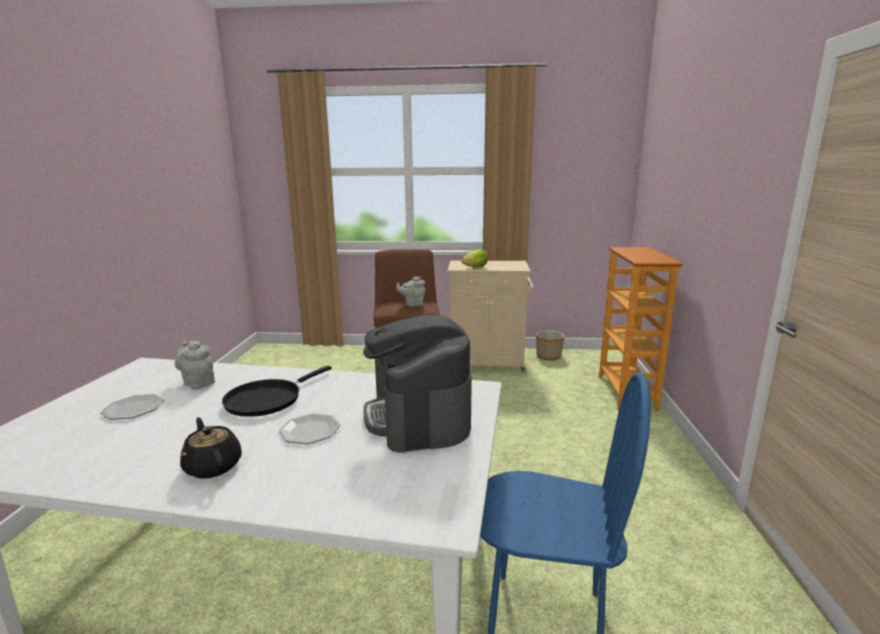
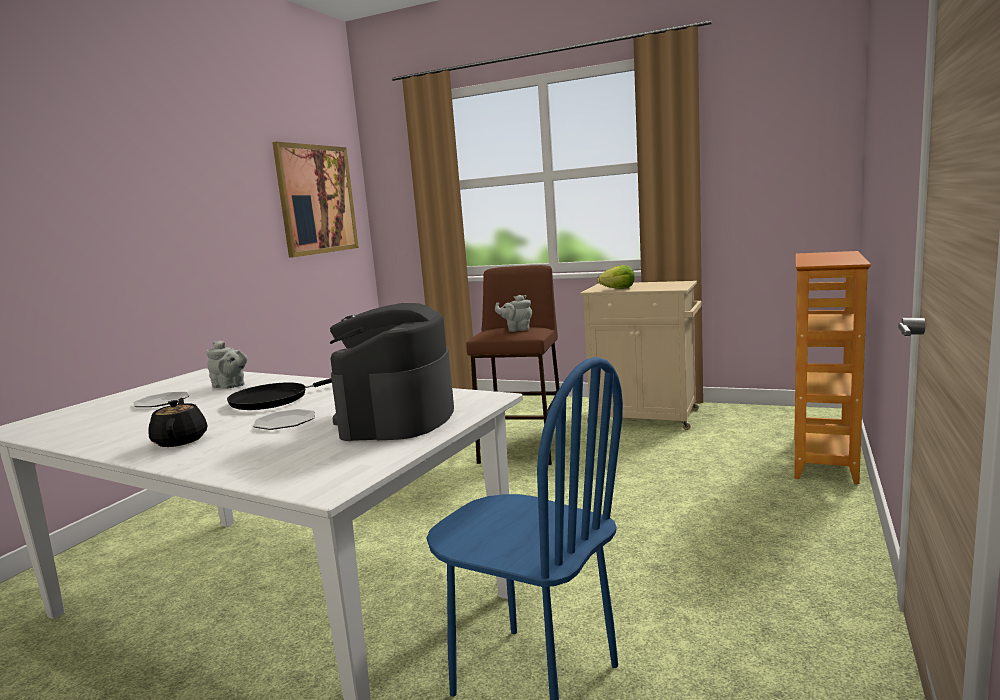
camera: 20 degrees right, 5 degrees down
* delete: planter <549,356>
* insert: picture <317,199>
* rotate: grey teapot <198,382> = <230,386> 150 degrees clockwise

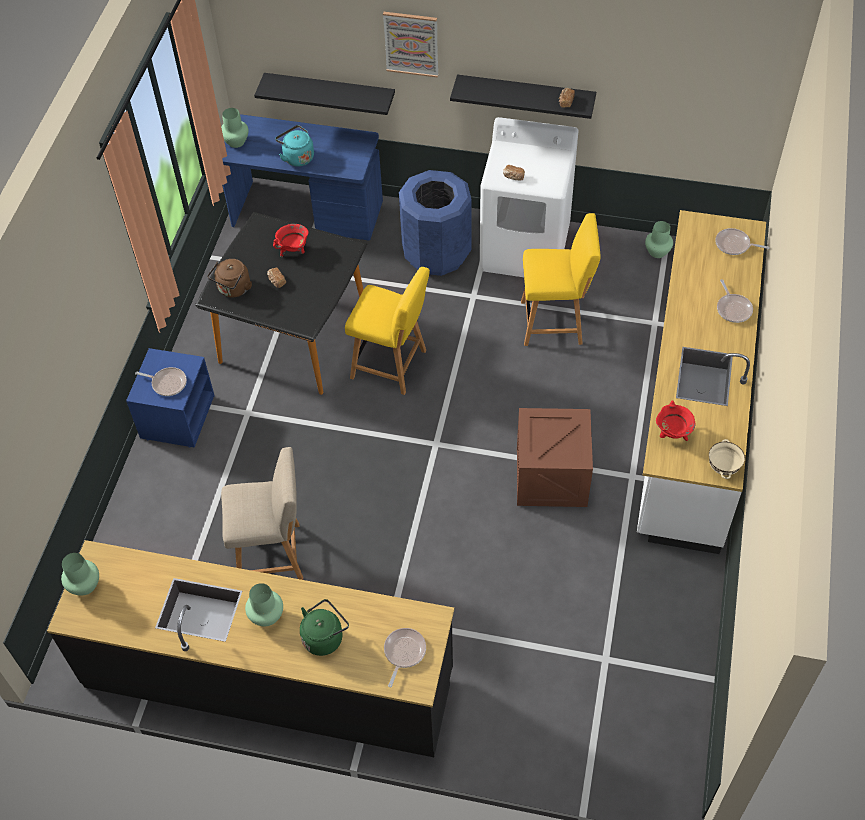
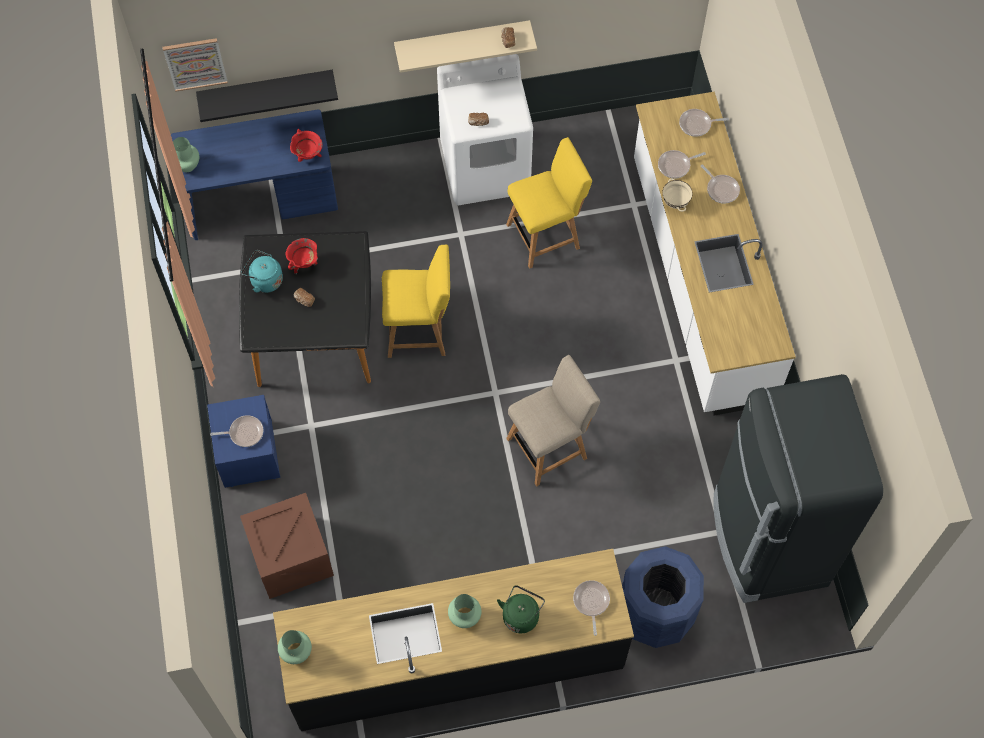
camera: 25 degrees left, 10 degrees up
* delete: brown kettle <233,289>
* delete: green vase <657,252>
* insert: frying pan <676,165>
* insert: black fridge <768,540>
* move: beige chair <273,554> to <550,446>
* move: turquoise kettle <297,157> to <264,280>
* move: picture <411,43> to <195,63>
* move: blue trash can <436,253> to <655,613>
* move: crate <551,476> to <291,557>
* move: red cooking pot <672,434> to <308,155>
* move: beige bowl <722,468> to <675,202>
* recolor: black shelf <525,95> to beige shelf <462,40>

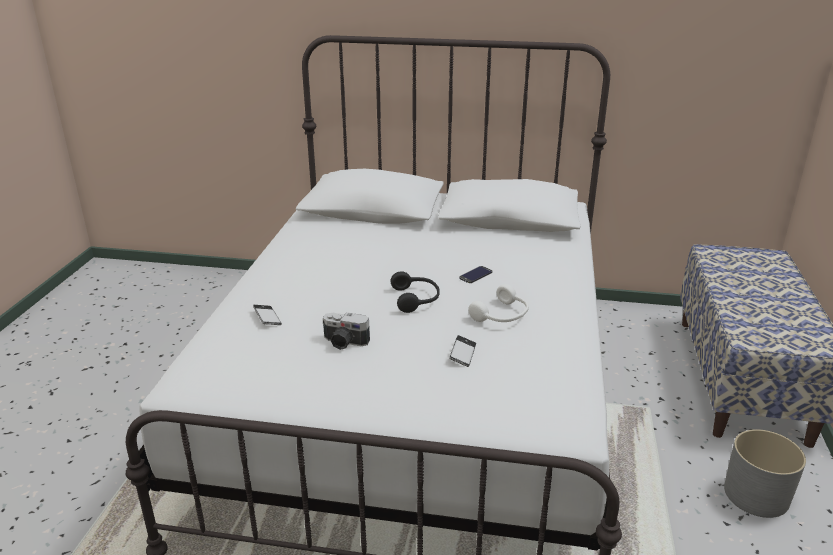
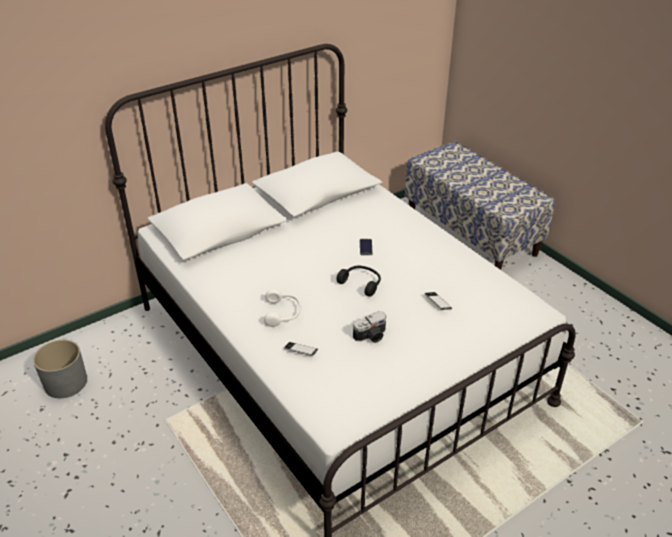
camera: 45 degrees left, 10 degrees up
* move: white headphones <502,316> to <283,313>
* move: grey planter <756,495> to <66,383>

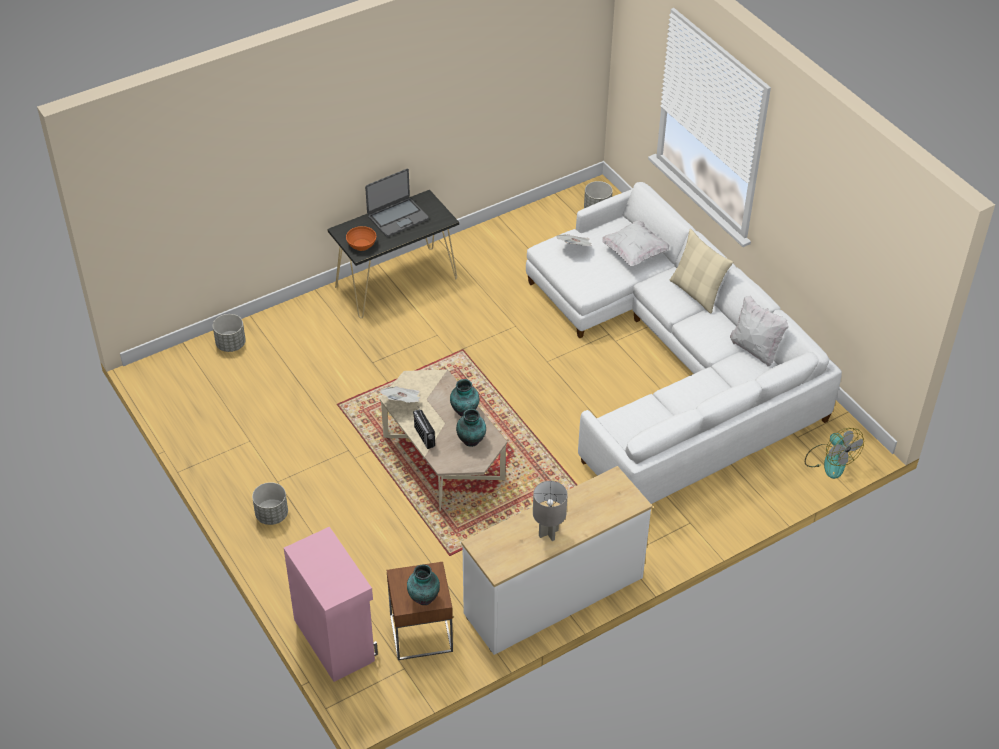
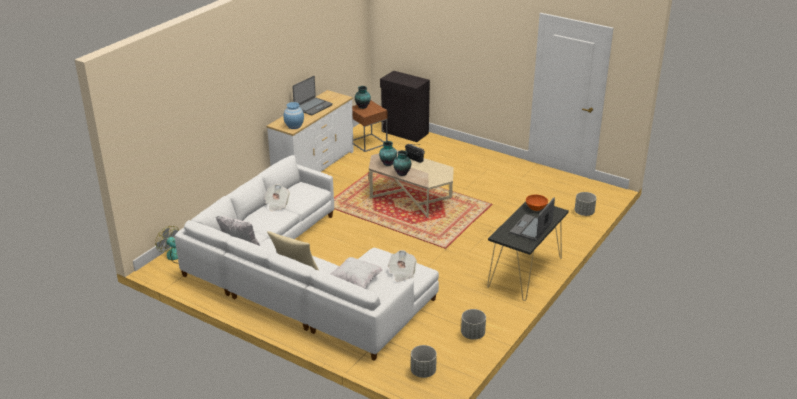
camera: 155 degrees right, 15 degrees down
* insert: blue vase <294,126>
* move: grey planter <272,515> to <472,334>
* move: newspaper <402,401> to <277,204>
* replace: grey table lamp <548,533> to laptop <313,107>
* recolor: pink cabinet <335,639> to black cabinet <405,133>

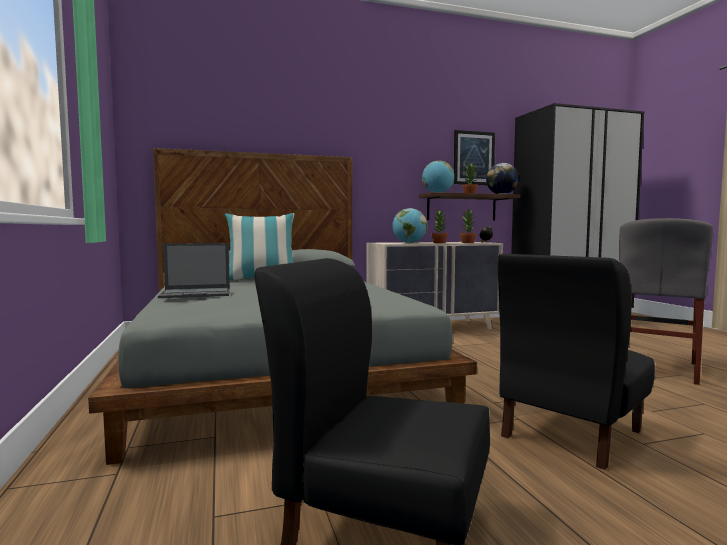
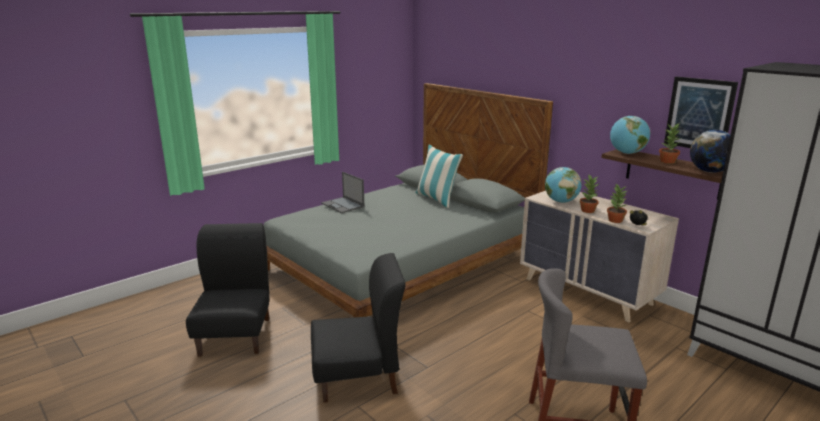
camera: 65 degrees right, 15 degrees up
* rotate: black chair <570,433> = <357,378> 150 degrees clockwise

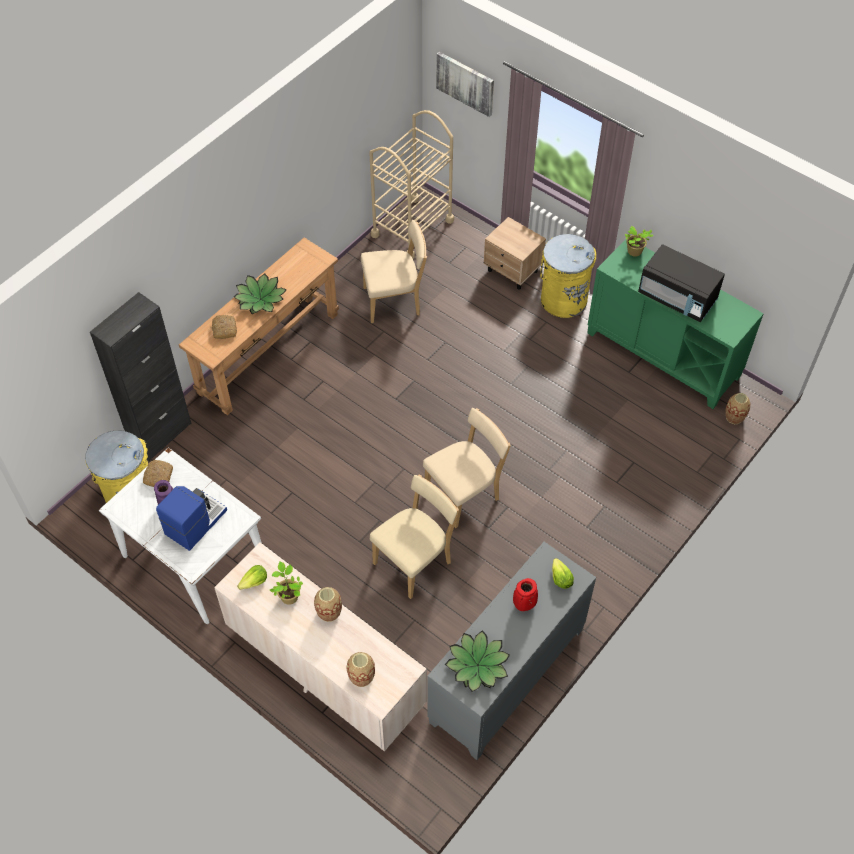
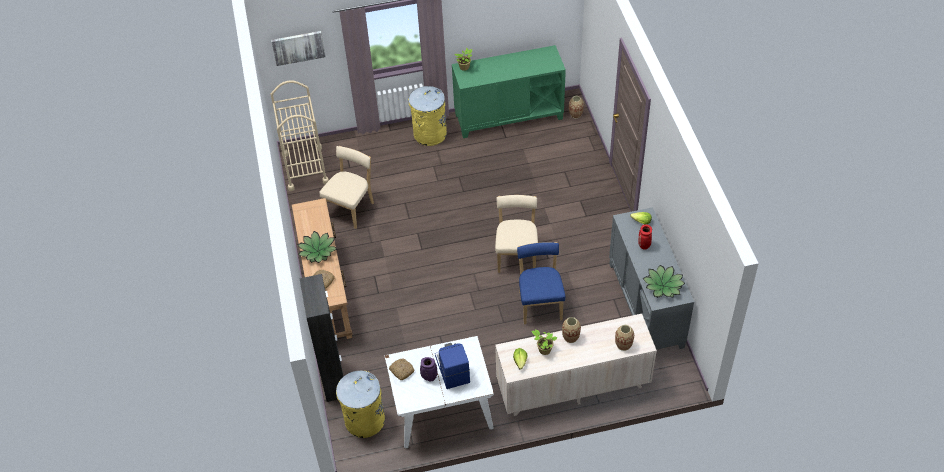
camera: 50 degrees left, 5 degrees down
* delete: beige nightstand <513,271>
* delete: black microwave <677,298>
* recolor: beige chair <415,561> to blue chair <540,304>

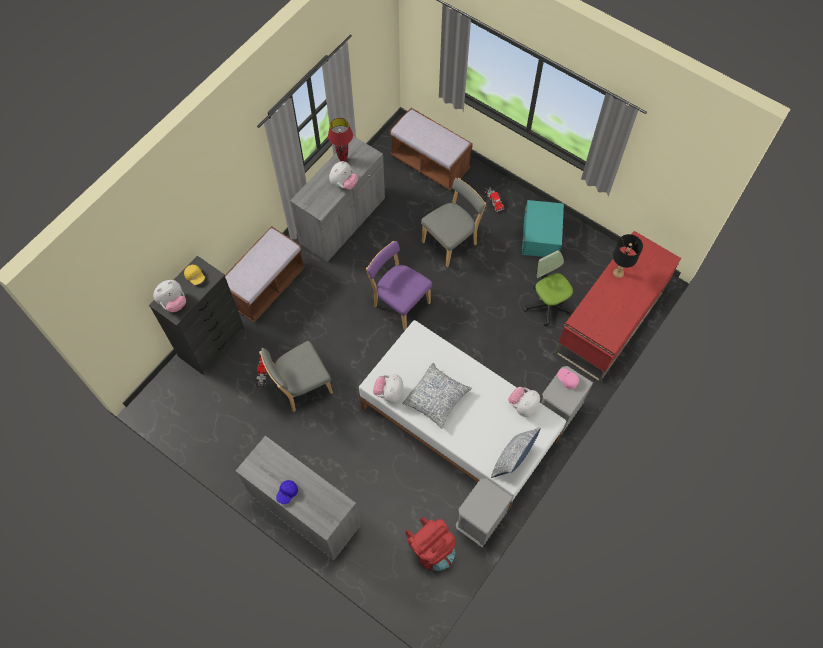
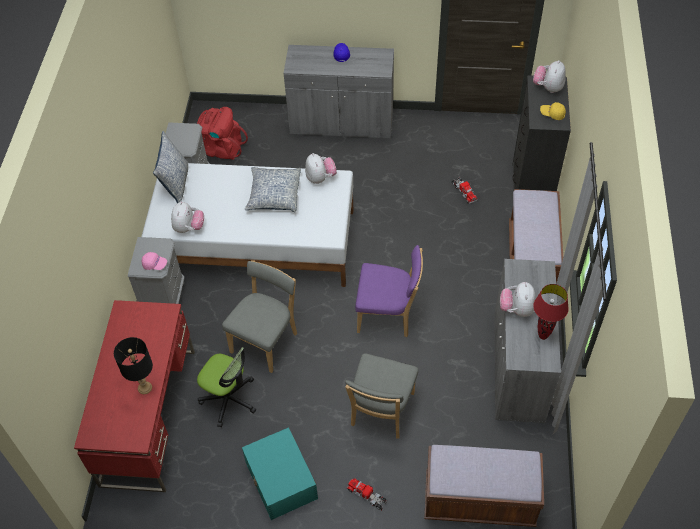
camera: 150 degrees right, 10 degrees down
* move: grey chair <301,387> to <266,341>

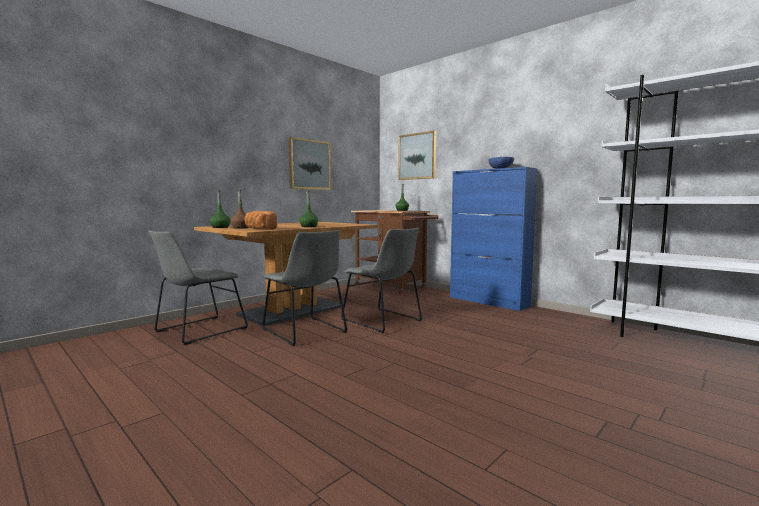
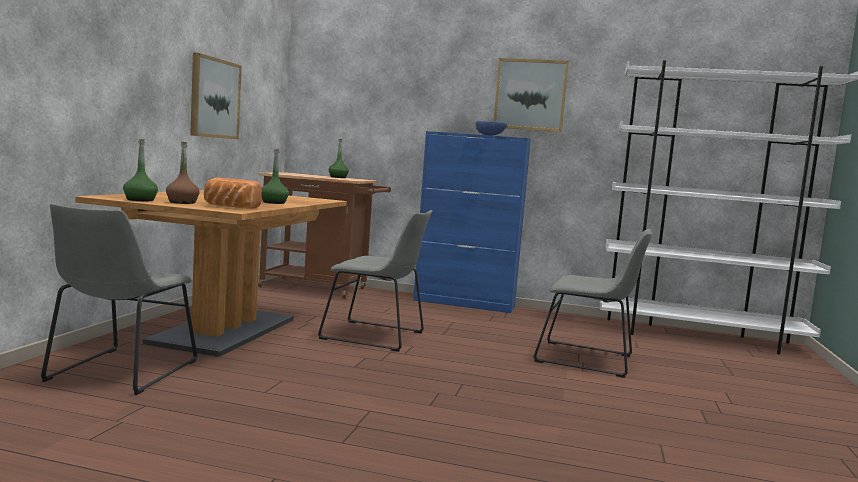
camera: 30 degrees left, 0 degrees up
* move: grey chair <305,332> to <589,359>
* move: picture <417,156> to <530,95>

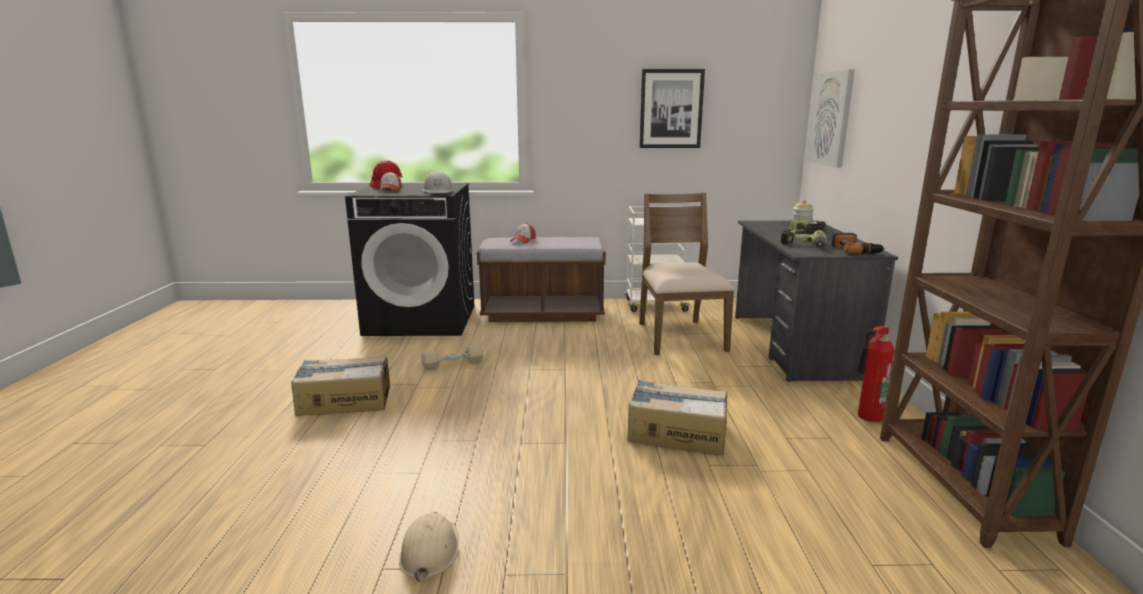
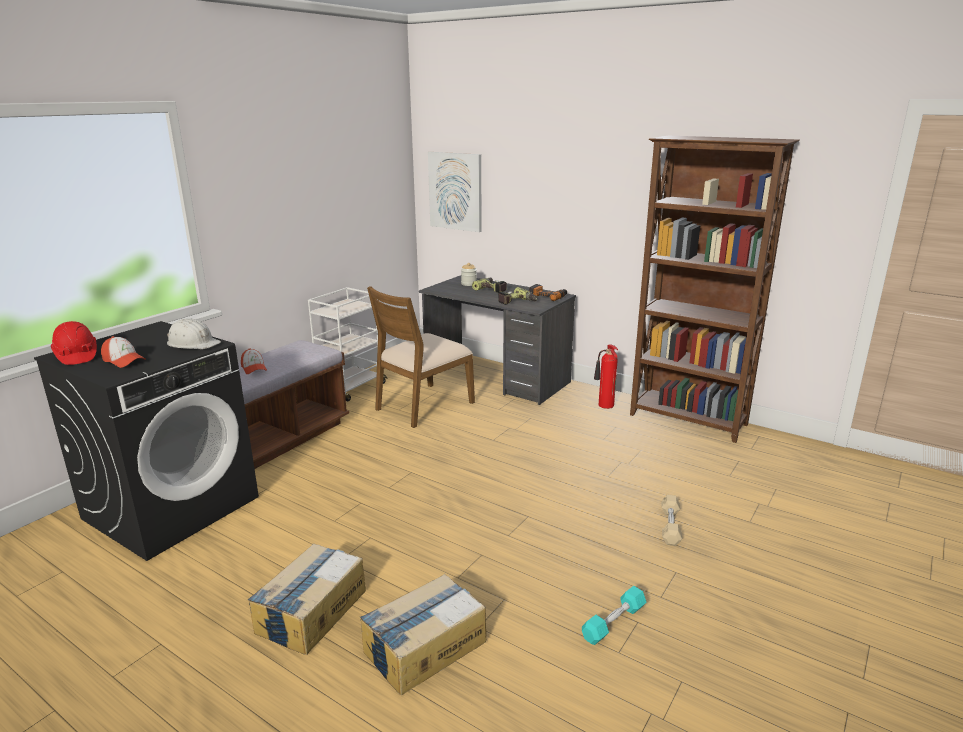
camera: 55 degrees left, 5 degrees up
* delete: picture <671,109>
* move: beige dumbbell <453,363> to <670,526>
* move: cardboard box <676,432> to <424,646>
* replace: beige hard hat <430,551> to turquoise dumbbell <613,622>
* rotate: brown chair <679,336> = <423,405> 75 degrees counterclockwise

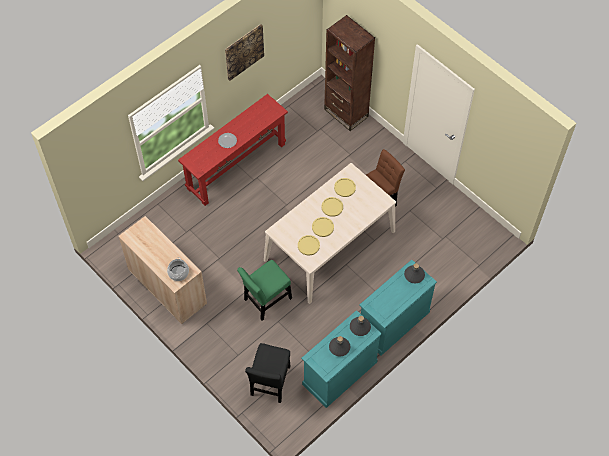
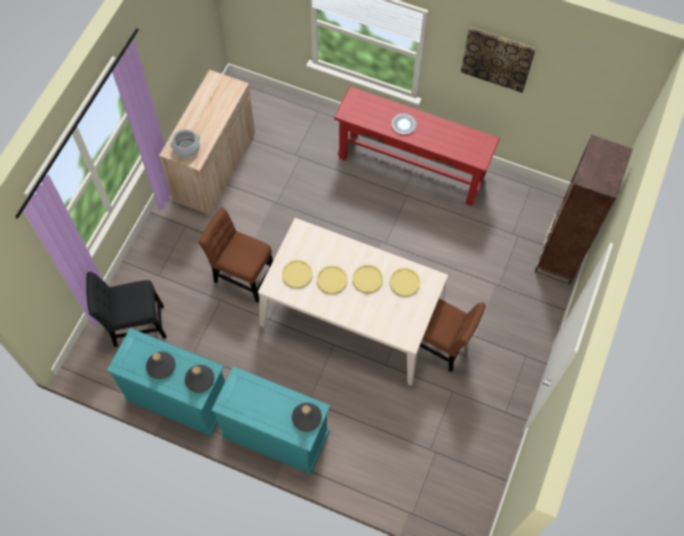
camera: 65 degrees right, 5 degrees up
* recolor: green chair <266,301> to brown chair <242,275>

